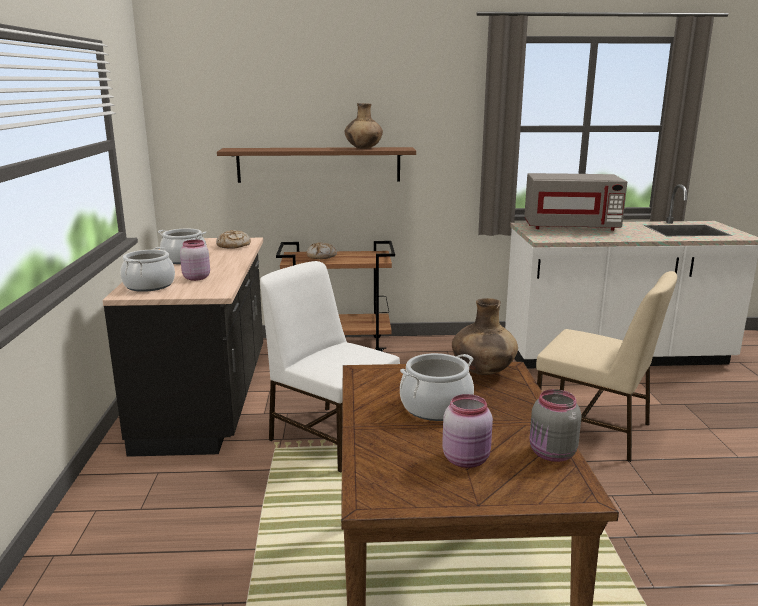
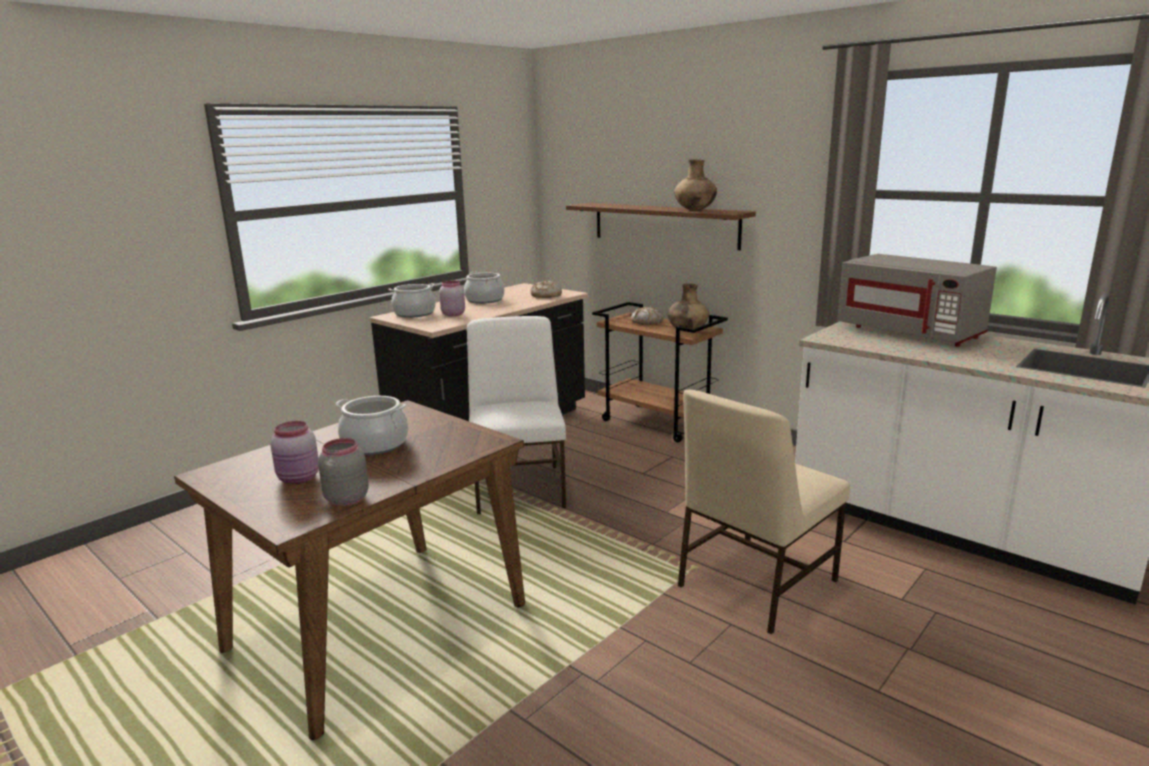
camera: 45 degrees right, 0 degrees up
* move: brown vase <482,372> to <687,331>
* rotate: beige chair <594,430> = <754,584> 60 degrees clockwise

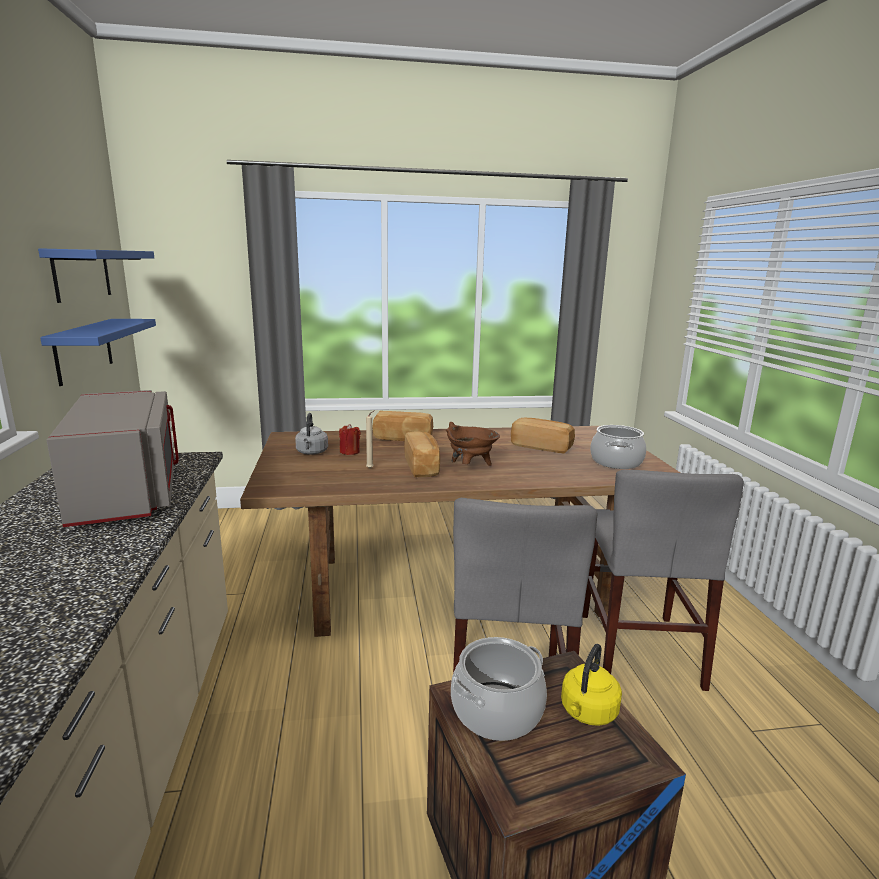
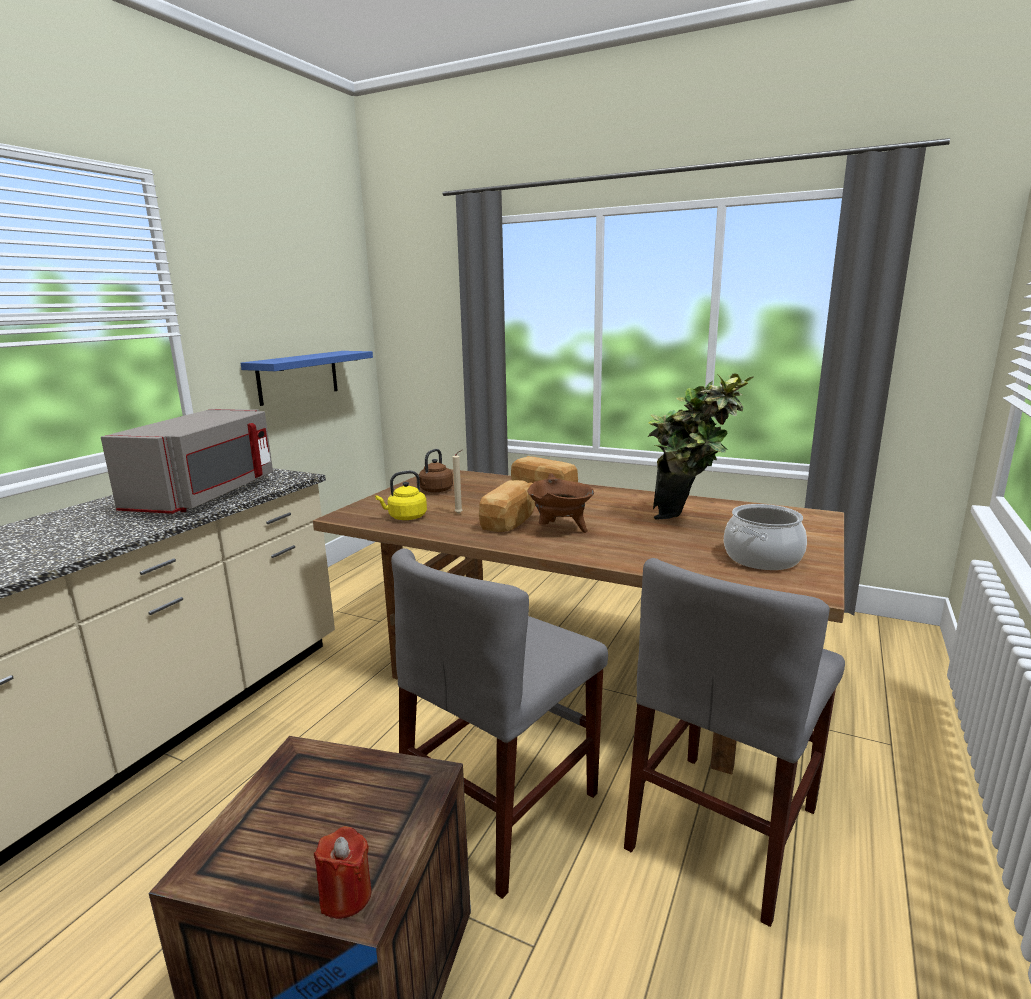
camera: 35 degrees right, 0 degrees up
* delete: blue shelf <82,274>
* delete: cooking pot <496,710>
* move: red candle <349,452> to <346,896>
* move: yellow kettle <587,713> to <405,517>
* replace: bread <541,446> to potted plant <690,523>
* recolor: grey kettle <311,452> to brown kettle <435,491>

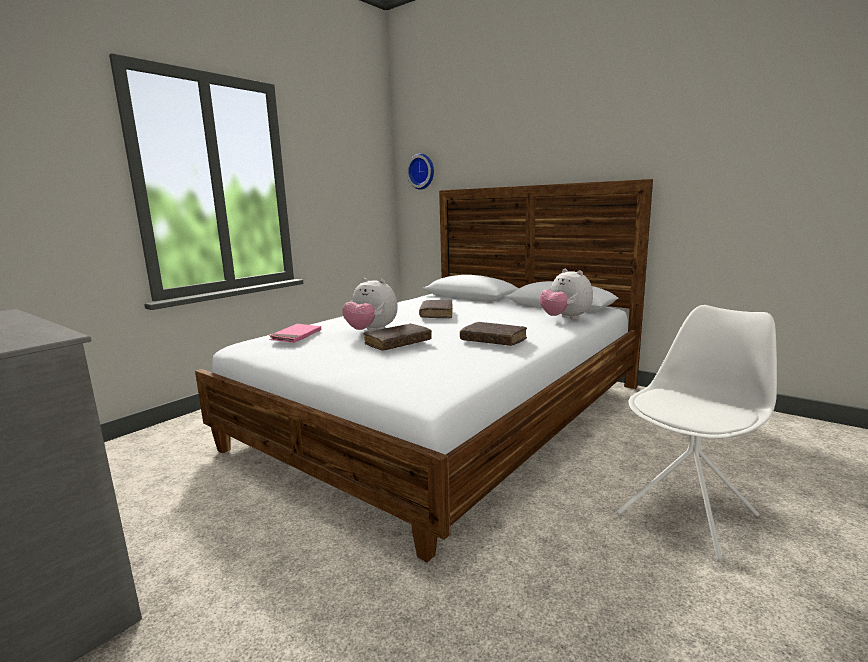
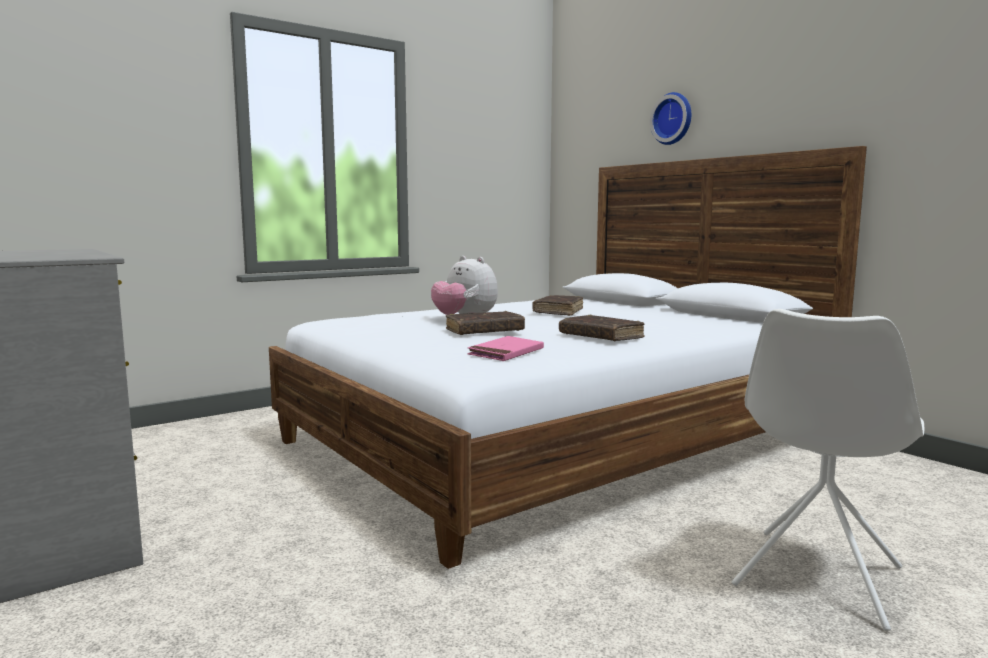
camera: 15 degrees right, 5 degrees down
* delete: plush toy <565,319>
* move: pink book <296,336> to <506,353>
* move: wall clock <422,171> to <673,119>
* rotate: white chair <688,514> = <817,578> 150 degrees clockwise

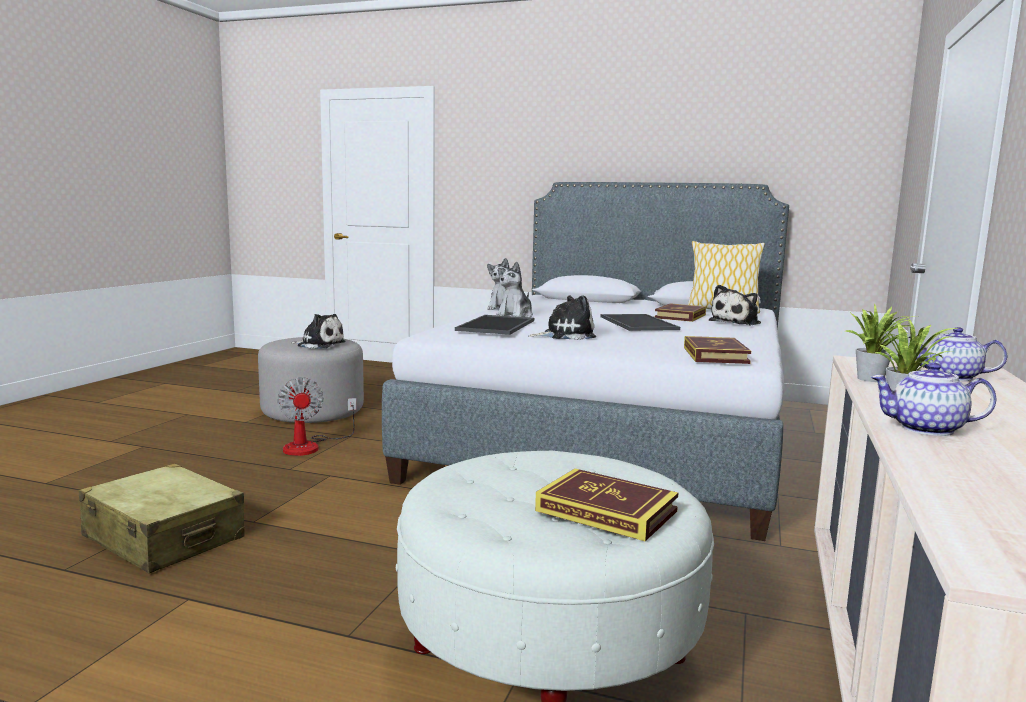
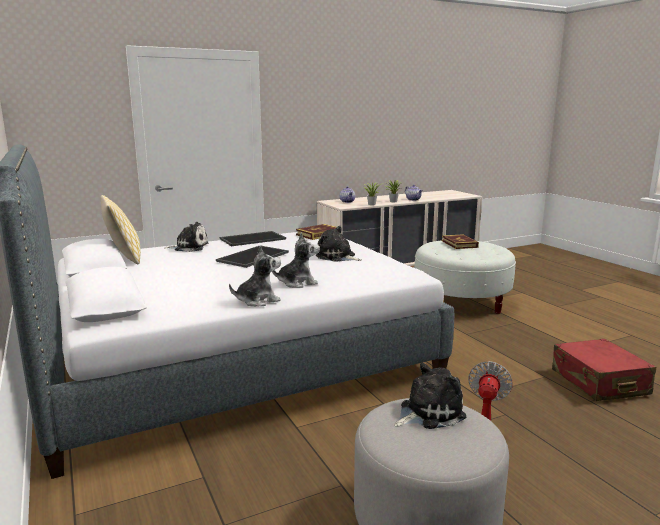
camera: 135 degrees left, 5 degrees up
* delete: book <680,316>
* move: tray <497,325> to <253,239>
* recolor: beige suitcase <164,538> to red suitcase <599,382>
* rotate: plush toy <319,345> = <428,412> 90 degrees clockwise

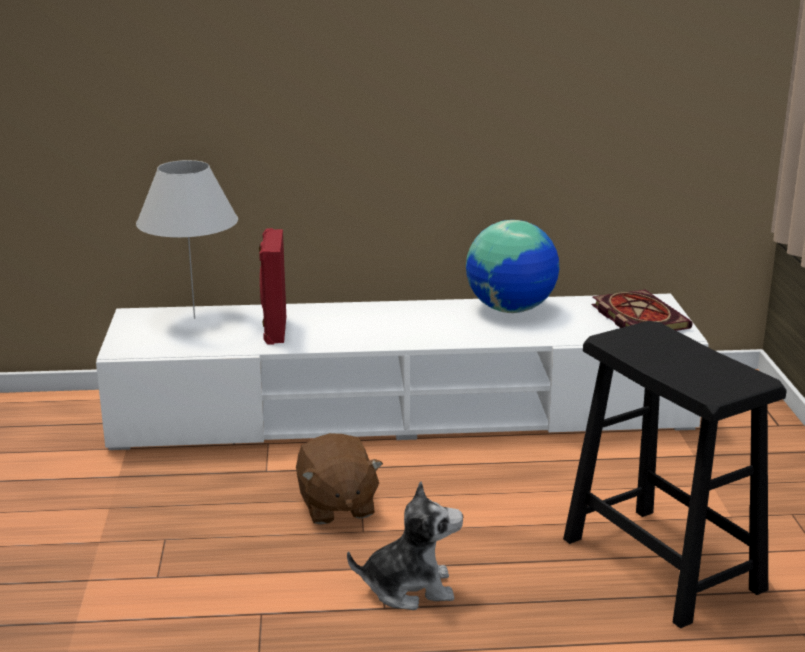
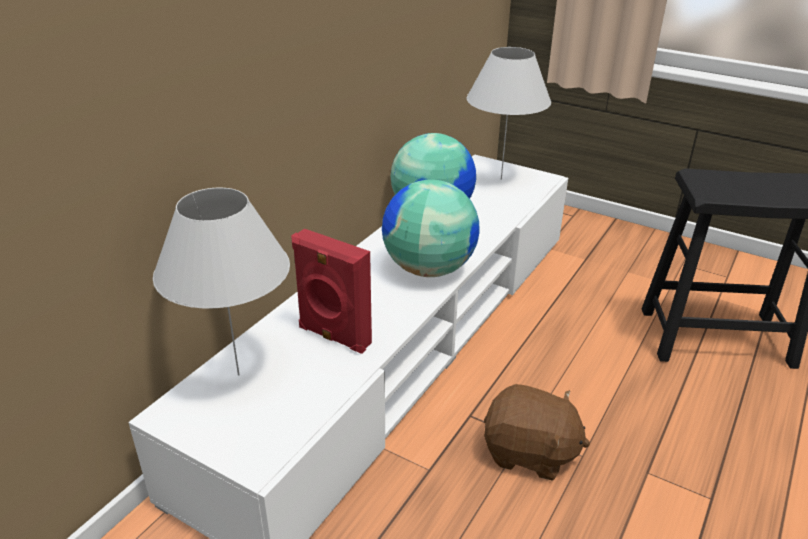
camera: 55 degrees left, 10 degrees up
* delete: plush toy <409,588>
* insert: globe <428,269>
* replace: book <636,317> to white table lamp <500,179>

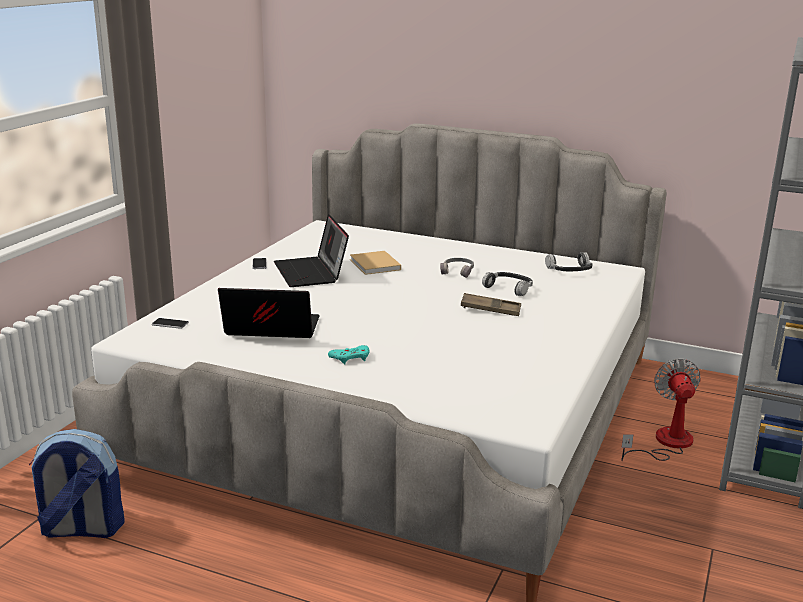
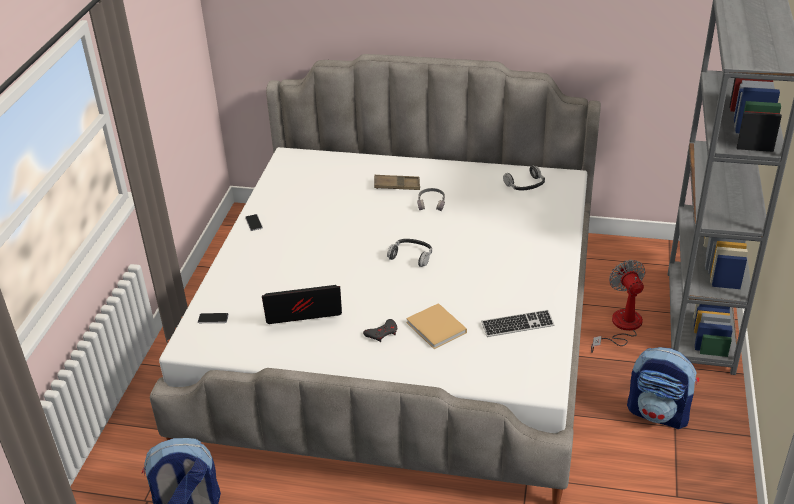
camera: 10 degrees left, 15 degrees up
* delete: laptop <311,273>
* insert: keyboard <517,325>
* insert: backpack <659,413>
* move: beige book <375,265> to <437,328>
* move: brown tray <490,309> to <397,185>
* move: headphones <508,288> to <411,256>
* recolor: turquoise game controller <350,358> to grey game controller <382,333>

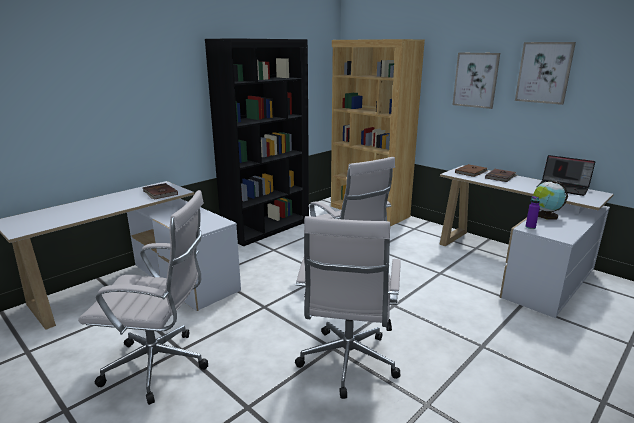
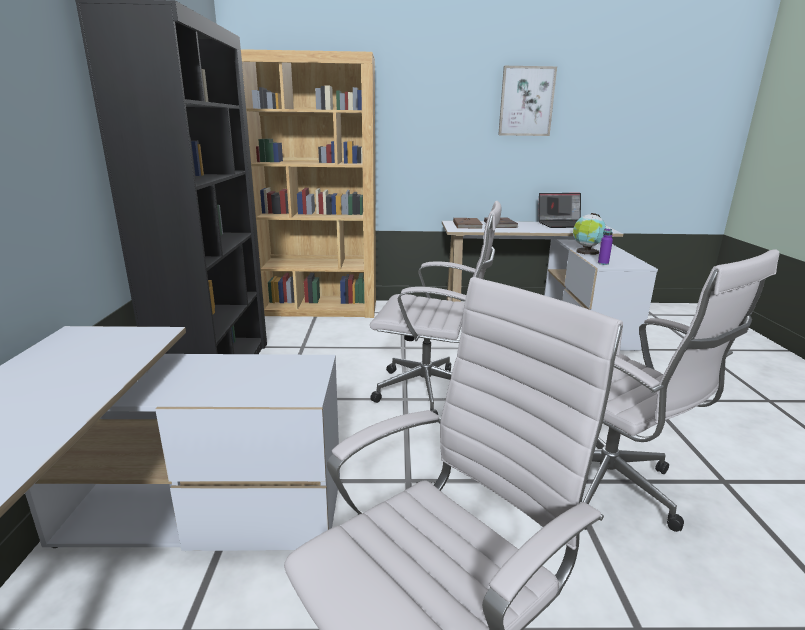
camera: 45 degrees left, 0 degrees up
* delete: brown book <159,193>
* delete: picture <475,80>

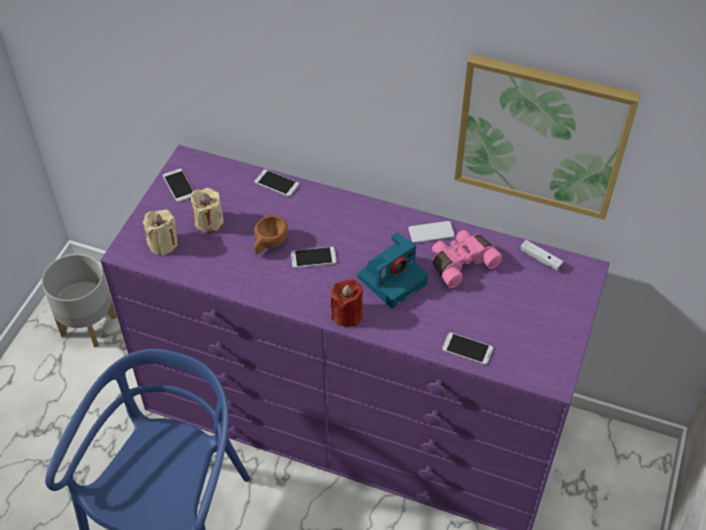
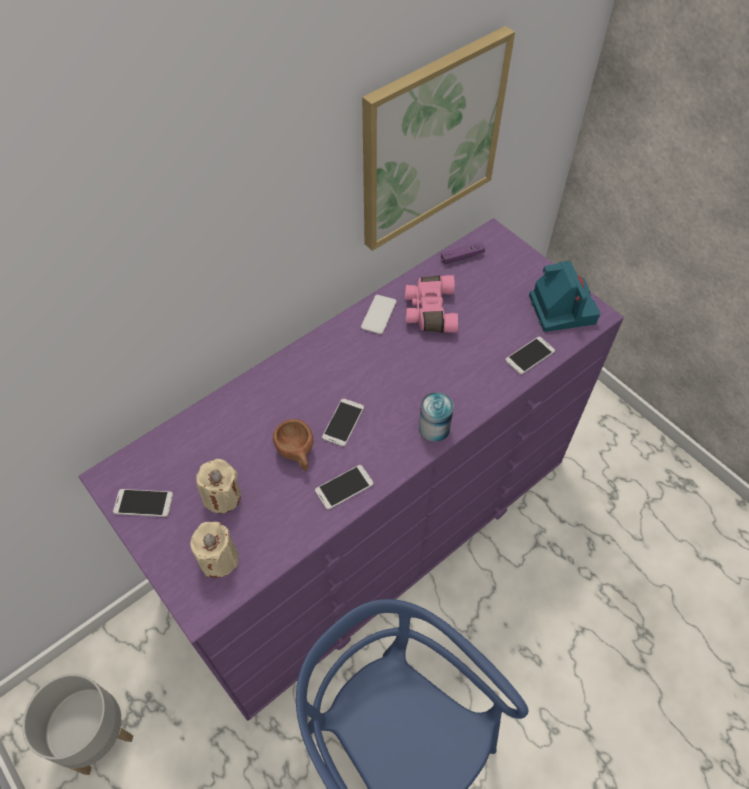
camera: 60 degrees left, 5 degrees up
* move: phone <276,183> to <344,487>
* move: photo camera <393,279> to <561,308>
* replace: red candle <347,314> to can <434,428>
* recolor: white game controller <540,259> to purple game controller <462,257>

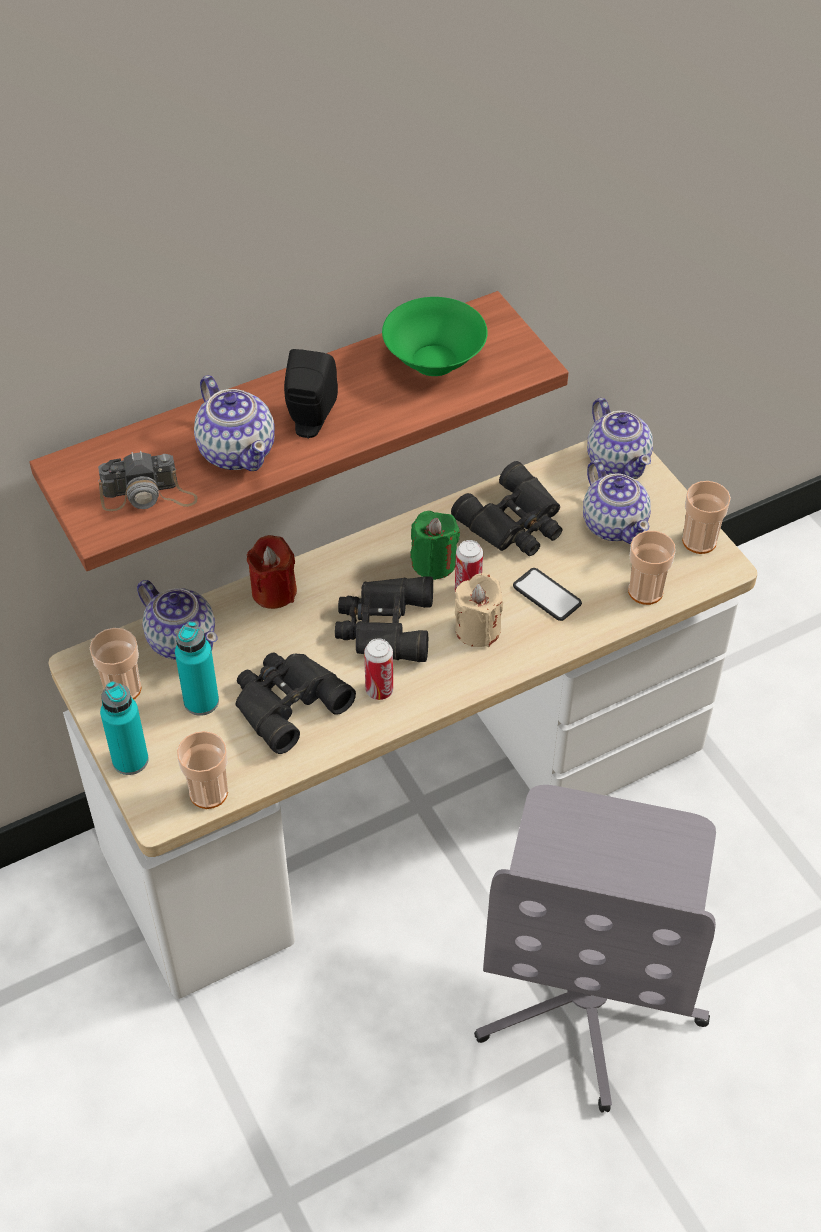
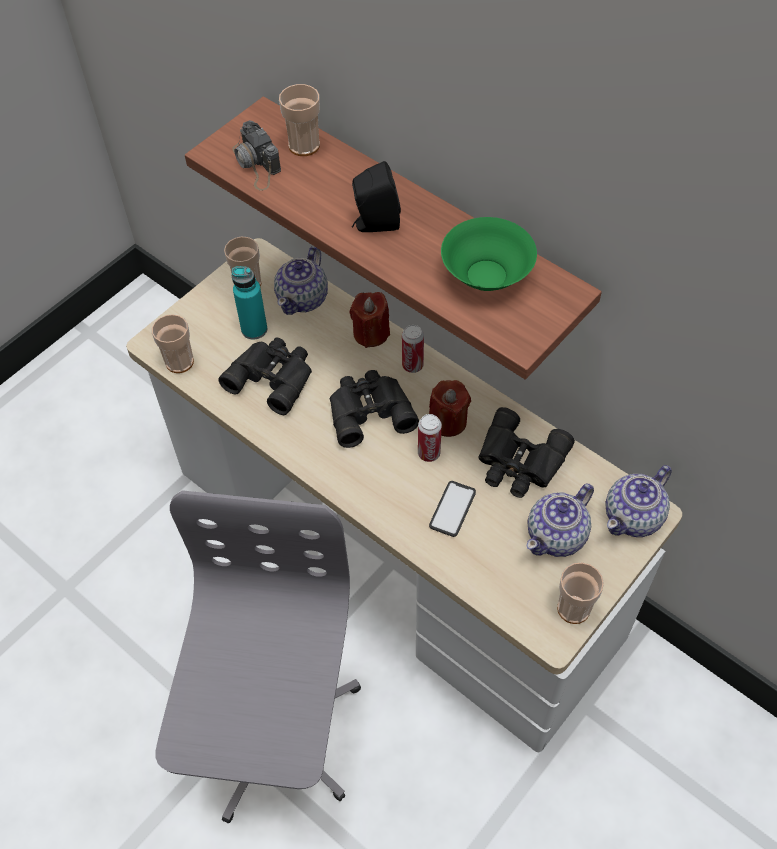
camera: 70 degrees right, 5 degrees up
* delete: turquoise bottle <130,760>
* delete: teapot <237,450>
* delete: beige candle <477,629>
* move: can <379,690> to <412,365>
* move: cup <645,591> to <304,145>
* recolor: green candle <434,563> to red candle <448,421>
* rotate: grey office chair <589,997> = <272,733> 105 degrees clockwise

